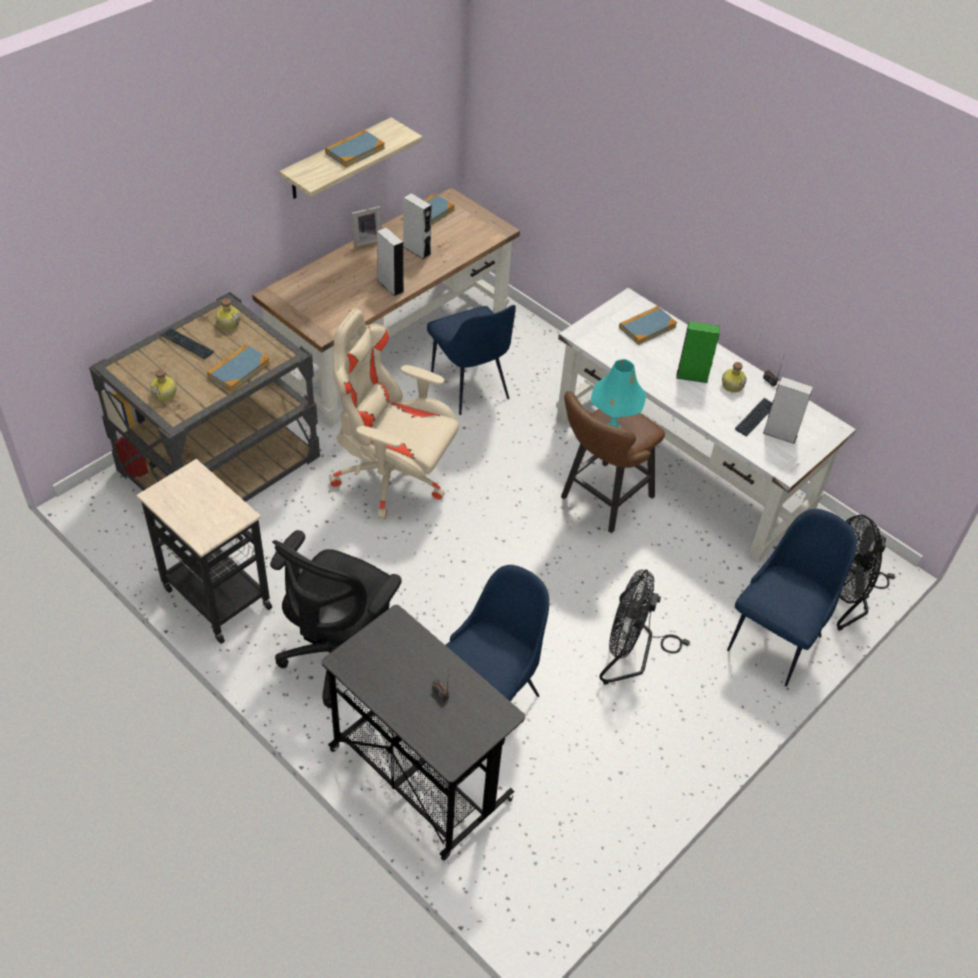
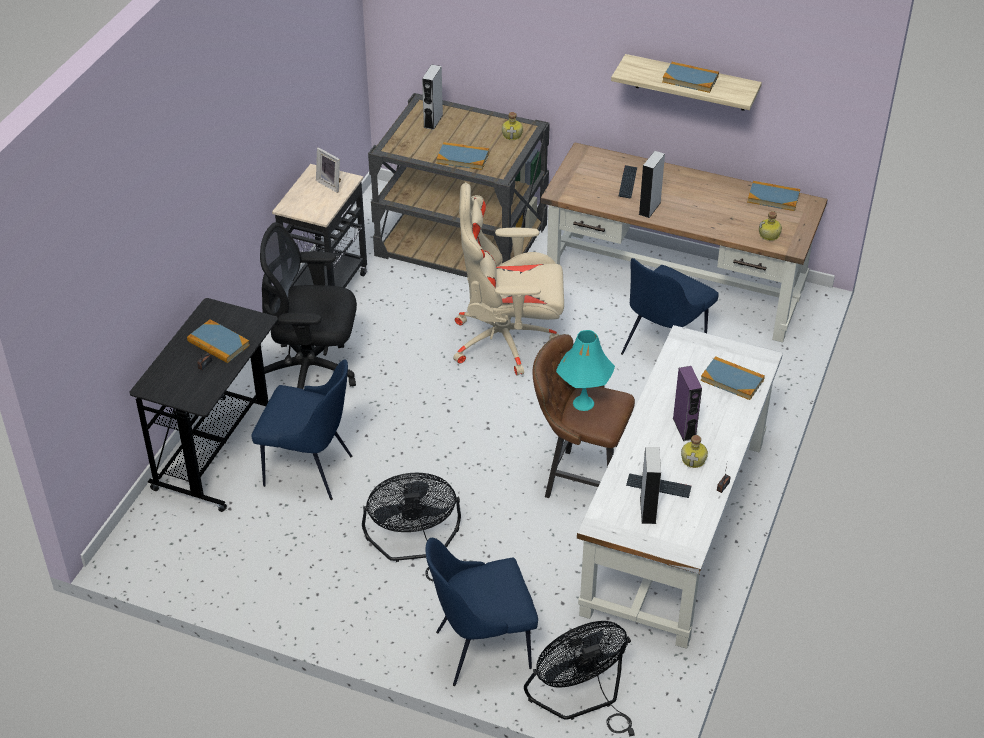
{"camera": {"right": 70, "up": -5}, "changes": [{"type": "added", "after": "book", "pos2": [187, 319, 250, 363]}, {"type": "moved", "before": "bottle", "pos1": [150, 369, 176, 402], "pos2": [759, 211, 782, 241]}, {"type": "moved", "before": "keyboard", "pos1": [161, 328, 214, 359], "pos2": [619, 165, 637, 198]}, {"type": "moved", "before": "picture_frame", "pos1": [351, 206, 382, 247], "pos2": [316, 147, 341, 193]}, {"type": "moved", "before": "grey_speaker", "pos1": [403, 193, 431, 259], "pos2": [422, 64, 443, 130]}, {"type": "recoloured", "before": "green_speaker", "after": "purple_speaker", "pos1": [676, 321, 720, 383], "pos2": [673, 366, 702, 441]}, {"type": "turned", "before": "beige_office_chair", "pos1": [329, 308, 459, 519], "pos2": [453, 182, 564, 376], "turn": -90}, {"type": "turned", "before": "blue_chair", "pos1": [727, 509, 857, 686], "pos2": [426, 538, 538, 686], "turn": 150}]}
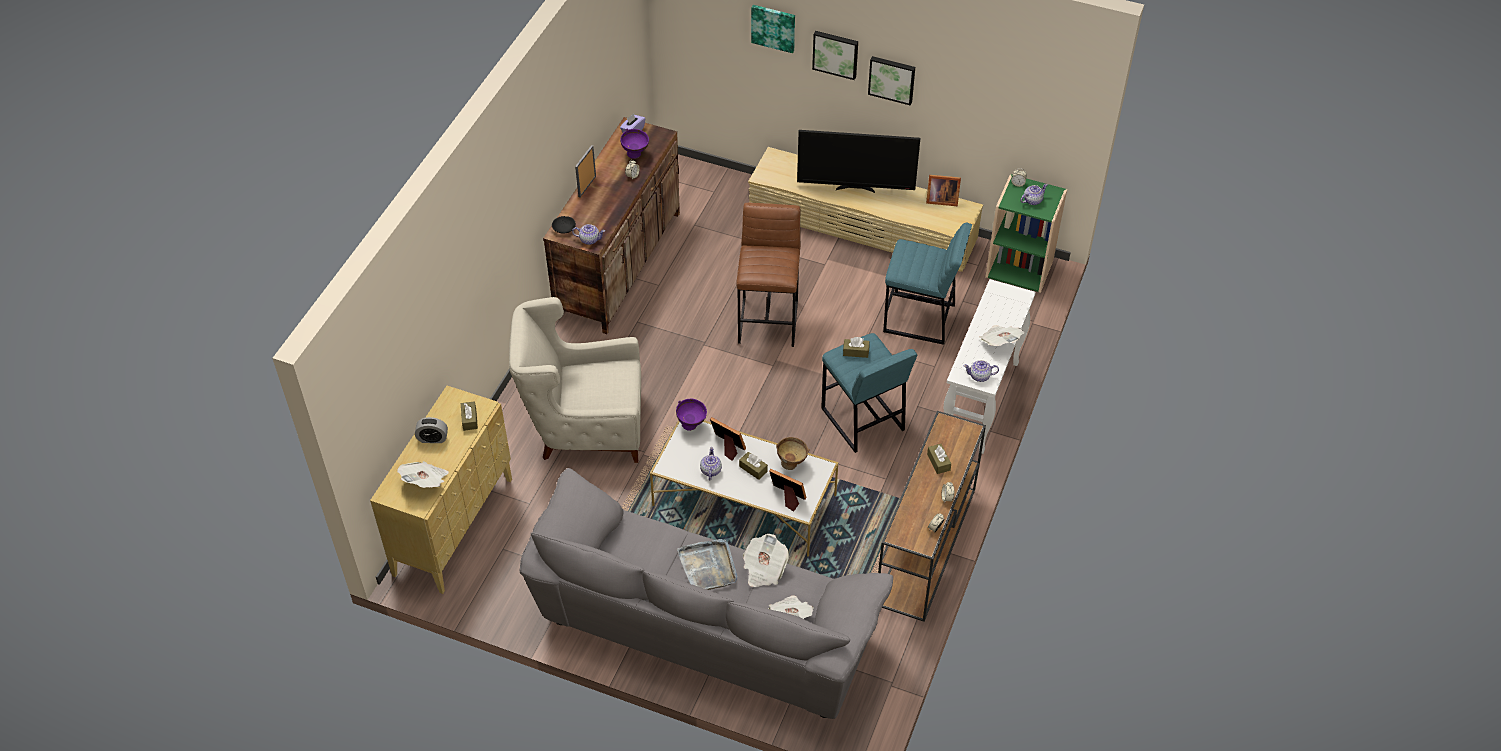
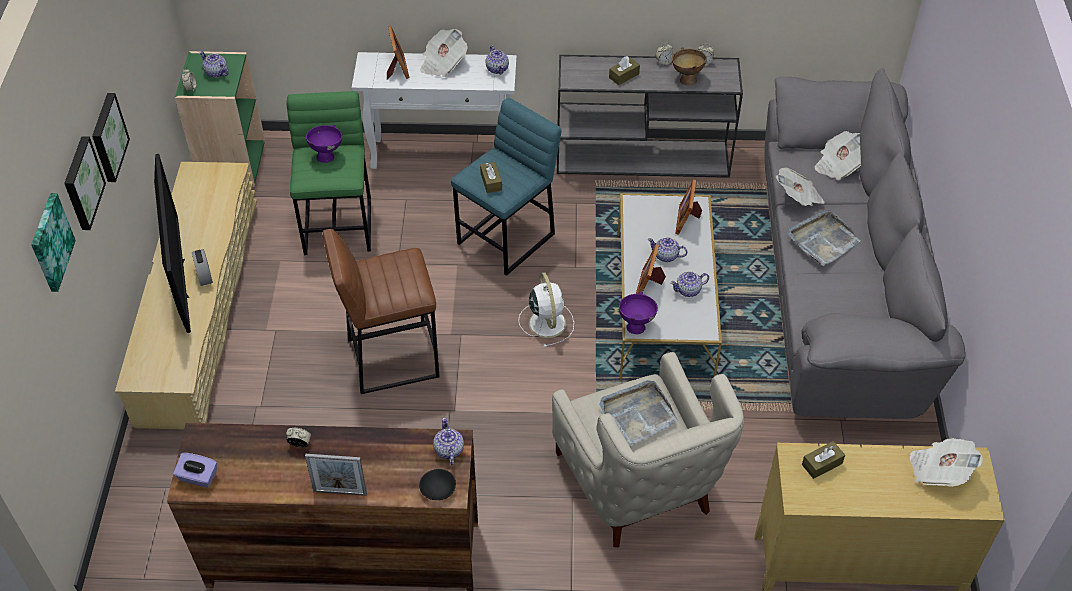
{"camera": {"right": -110, "up": 0}, "changes": [{"type": "added", "after": "white_fan", "pos2": [518, 272, 574, 347]}, {"type": "added", "after": "grey_tray", "pos2": [599, 380, 678, 445]}, {"type": "moved", "before": "alarm_clock", "pos1": [415, 417, 448, 443], "pos2": [192, 249, 213, 286]}, {"type": "moved", "before": "purple_bowl", "pos1": [620, 128, 649, 159], "pos2": [306, 124, 342, 163]}, {"type": "moved", "before": "brown_bowl", "pos1": [776, 437, 810, 470], "pos2": [672, 47, 707, 85]}, {"type": "moved", "before": "picture_frame", "pos1": [926, 175, 961, 206], "pos2": [387, 26, 409, 80]}, {"type": "replaced", "before": "brown_tissue_box", "after": "teapot", "pos1": [739, 452, 768, 480], "pos2": [648, 237, 688, 262]}, {"type": "recoloured", "before": "brown_console_table", "after": "grey_console_table", "pos1": [878, 411, 986, 622], "pos2": [557, 55, 743, 178]}, {"type": "recoloured", "before": "blue_stool", "after": "green_stool", "pos1": [883, 223, 972, 345], "pos2": [286, 91, 371, 255]}]}
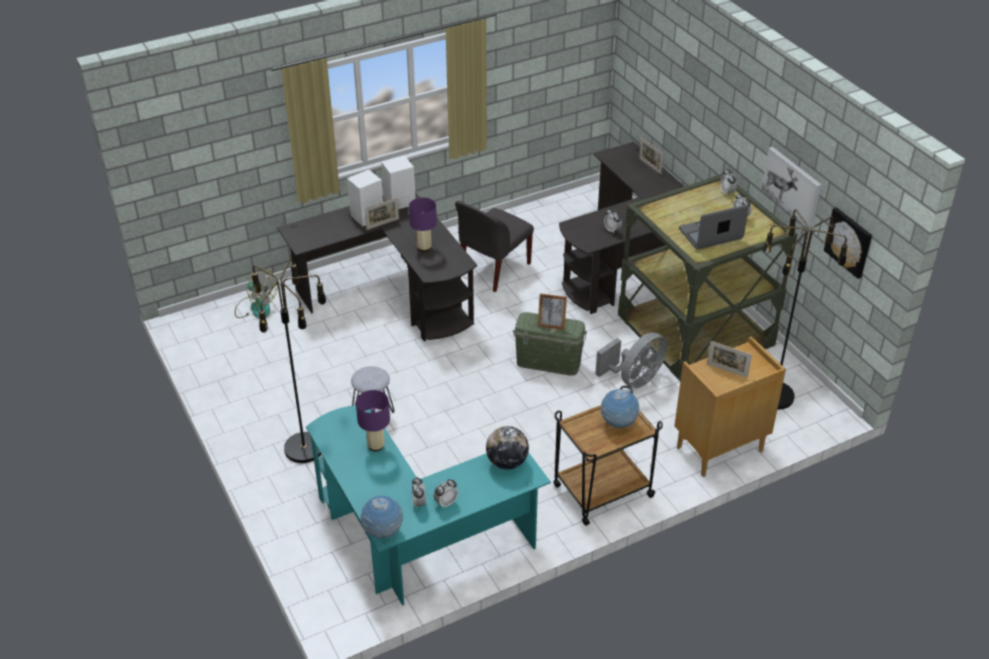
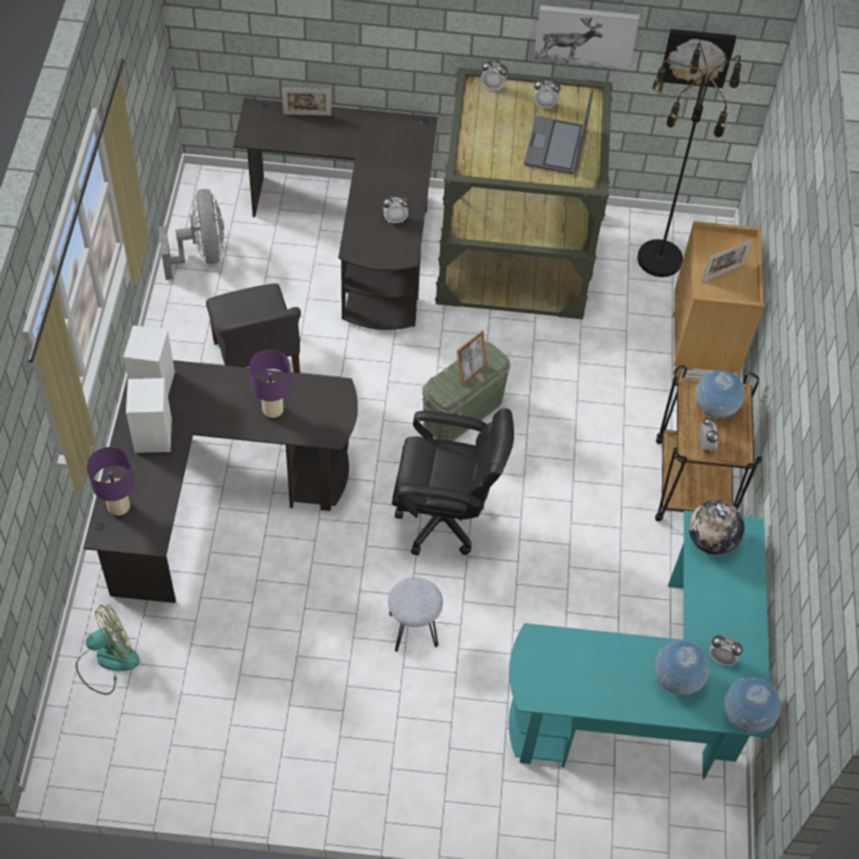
{"camera": {"right": -60, "up": 15}, "changes": [{"type": "removed", "before": "floor_lamp", "pos1": [252, 258, 326, 463]}, {"type": "removed", "before": "picture_frame", "pos1": [365, 197, 399, 230]}, {"type": "added", "after": "black_office_chair", "pos2": [392, 408, 514, 555]}, {"type": "added", "after": "globe", "pos2": [655, 640, 710, 695]}, {"type": "moved", "before": "purple_table_lamp", "pos1": [356, 390, 390, 452], "pos2": [87, 447, 134, 517]}, {"type": "moved", "before": "alarm_clock", "pos1": [434, 479, 458, 508], "pos2": [699, 416, 719, 451]}, {"type": "moved", "before": "grey_fan", "pos1": [595, 332, 667, 388], "pos2": [158, 189, 224, 280]}]}
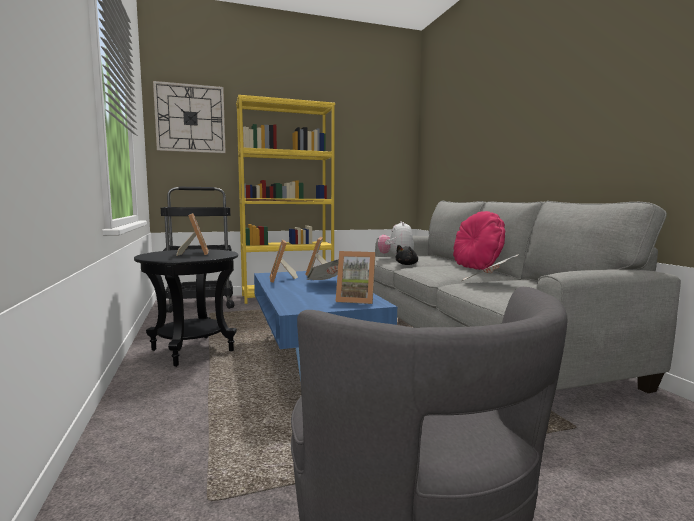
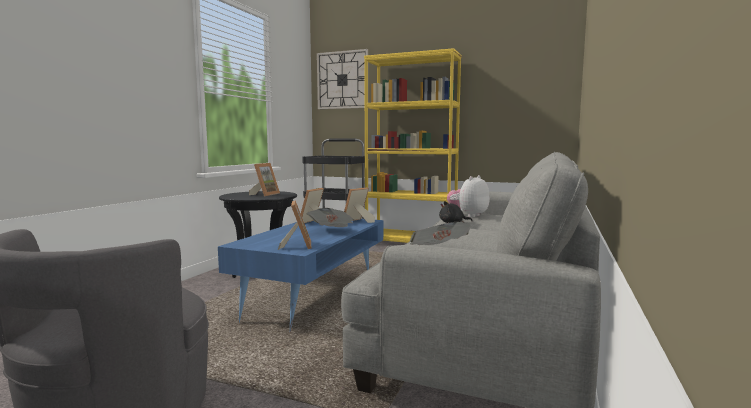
{"camera": {"right": 40, "up": 0}, "changes": [{"type": "removed", "before": "pink_pillow", "pos1": [453, 211, 505, 270]}, {"type": "turned", "before": "picture_frame", "pos1": [336, 251, 376, 304], "pos2": [278, 200, 311, 250], "turn": -150}]}
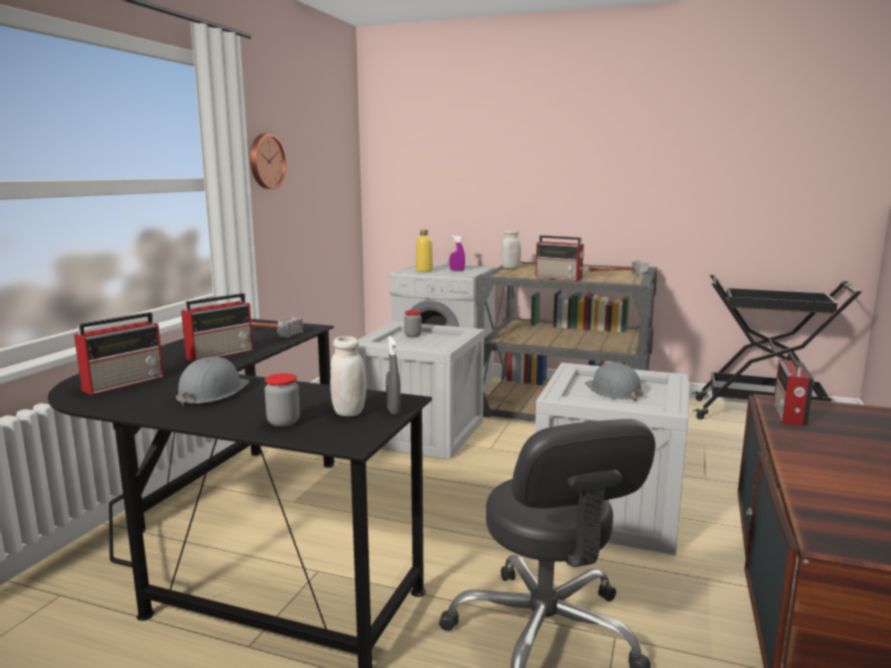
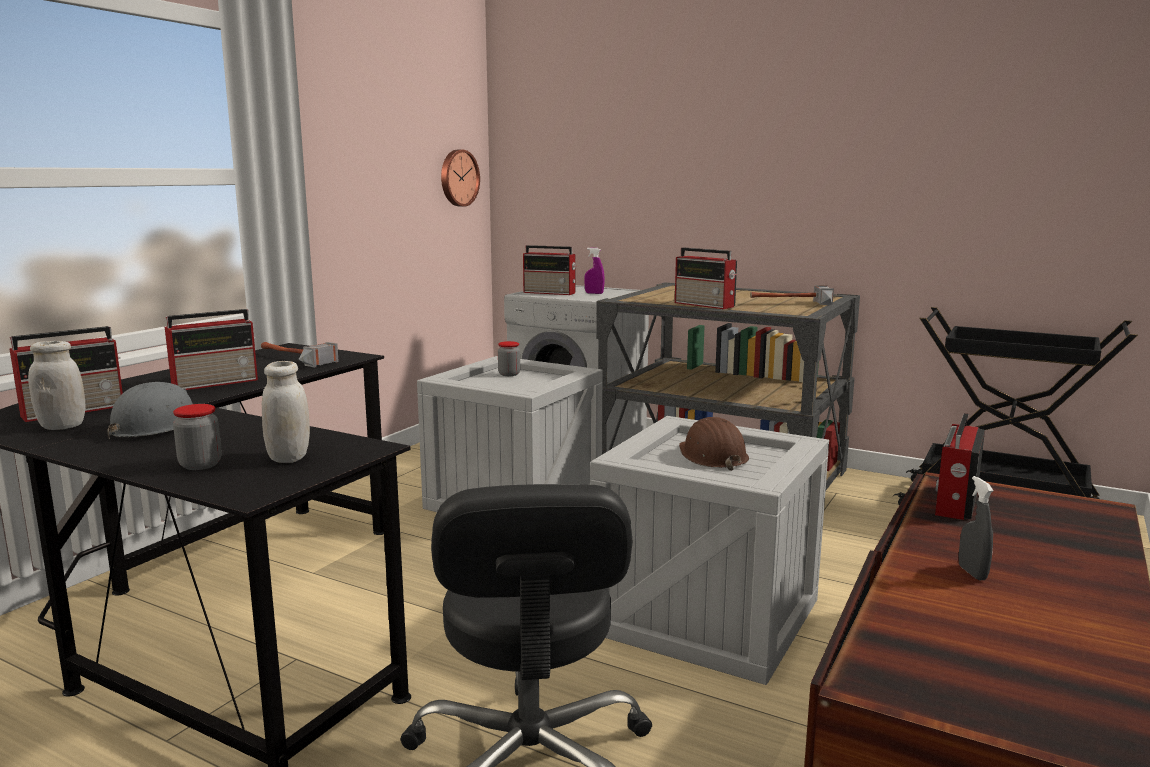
{"camera": {"right": 10, "up": 0}, "changes": [{"type": "moved", "before": "wall_clock", "pos1": [250, 134, 287, 189], "pos2": [441, 150, 480, 207]}, {"type": "moved", "before": "grey_spray_bottle", "pos1": [386, 336, 401, 415], "pos2": [959, 476, 994, 580]}, {"type": "moved", "before": "white_jar", "pos1": [501, 230, 521, 268], "pos2": [28, 341, 85, 430]}, {"type": "replaced", "before": "yellow_bottle", "after": "radio", "pos1": [416, 230, 433, 272], "pos2": [523, 245, 576, 295]}, {"type": "recoloured", "before": "grey_hard_hat", "after": "brown_hard_hat", "pos1": [585, 362, 643, 401], "pos2": [679, 417, 749, 471]}]}
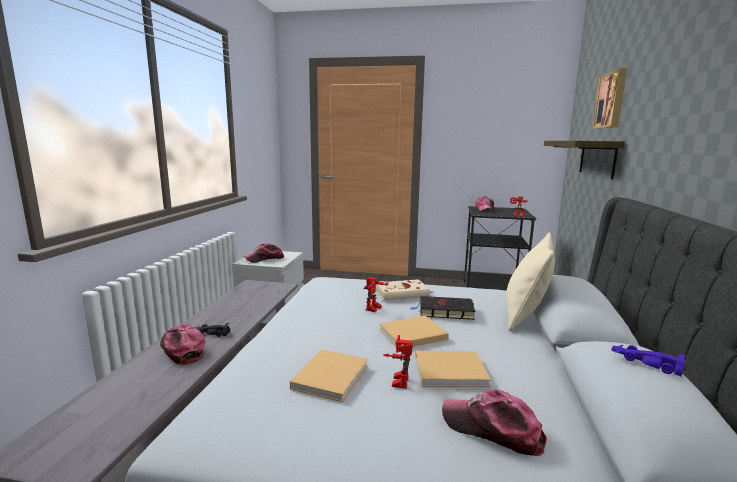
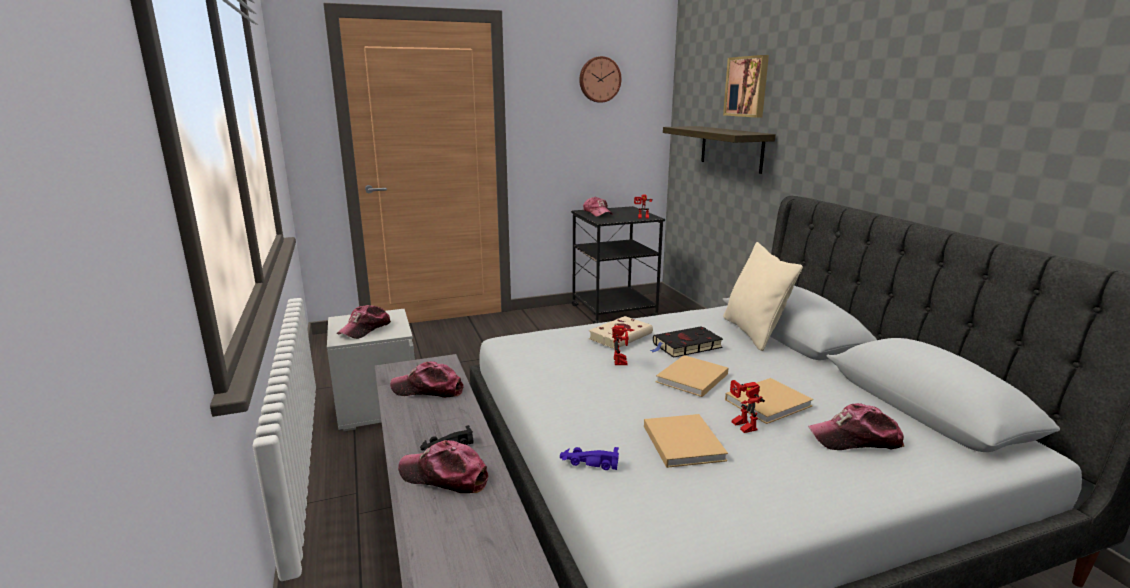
{"camera": {"right": -30, "up": 5}, "changes": [{"type": "added", "after": "cap", "pos2": [390, 362, 464, 398]}, {"type": "added", "after": "wall_clock", "pos2": [579, 56, 622, 103]}, {"type": "moved", "before": "purple_toy_car", "pos1": [611, 345, 686, 376], "pos2": [560, 447, 619, 470]}]}
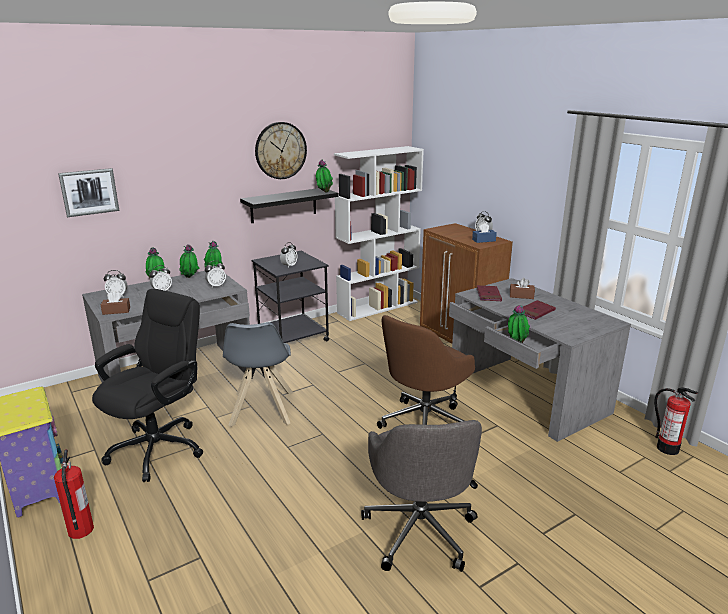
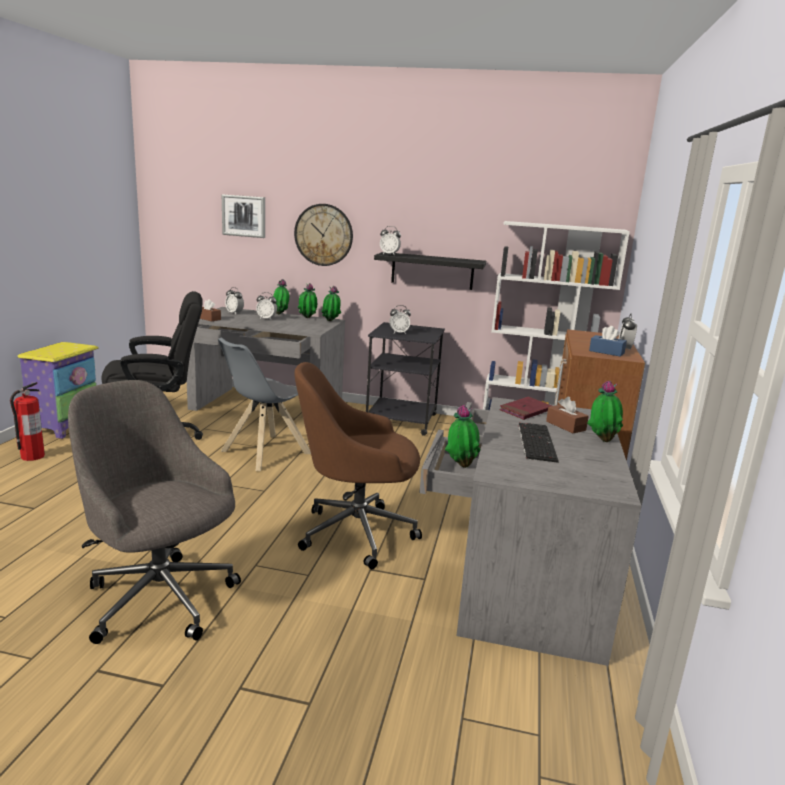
{"camera": {"right": 45, "up": -5}, "changes": [{"type": "removed", "before": "fire_extinguisher", "pos1": [654, 387, 698, 455]}, {"type": "moved", "before": "alarm_clock", "pos1": [205, 261, 226, 288], "pos2": [380, 226, 401, 255]}, {"type": "moved", "before": "wall_clock", "pos1": [255, 122, 307, 179], "pos2": [294, 204, 353, 266]}, {"type": "moved", "before": "potted_plant", "pos1": [316, 160, 333, 193], "pos2": [587, 381, 623, 442]}, {"type": "replaced", "before": "red_book", "after": "keyboard", "pos1": [523, 300, 556, 320], "pos2": [518, 423, 559, 463]}, {"type": "turned", "before": "grey_office_chair", "pos1": [361, 420, 482, 572], "pos2": [68, 380, 241, 644], "turn": 90}]}
